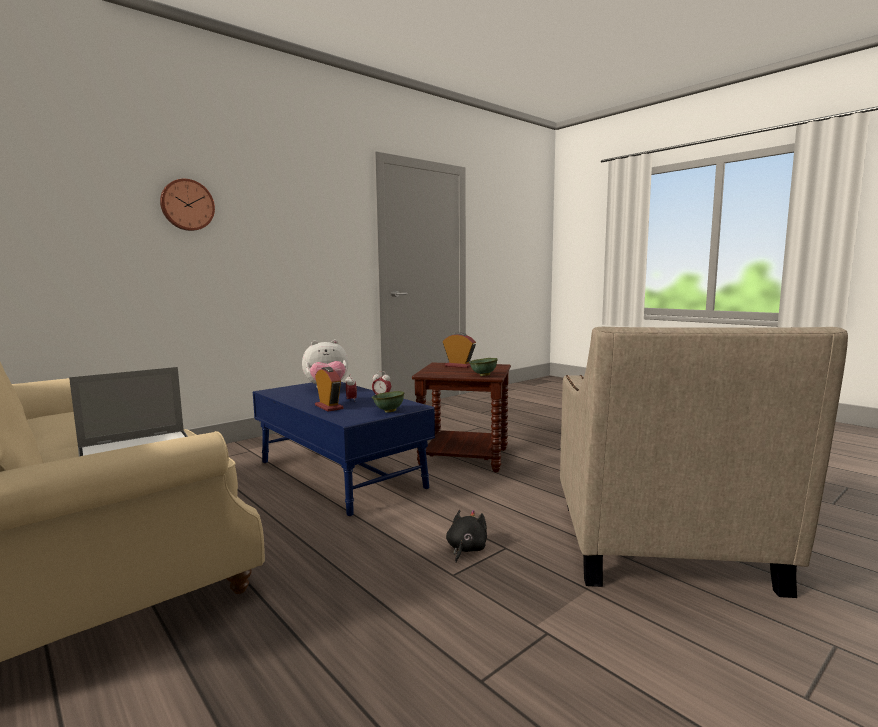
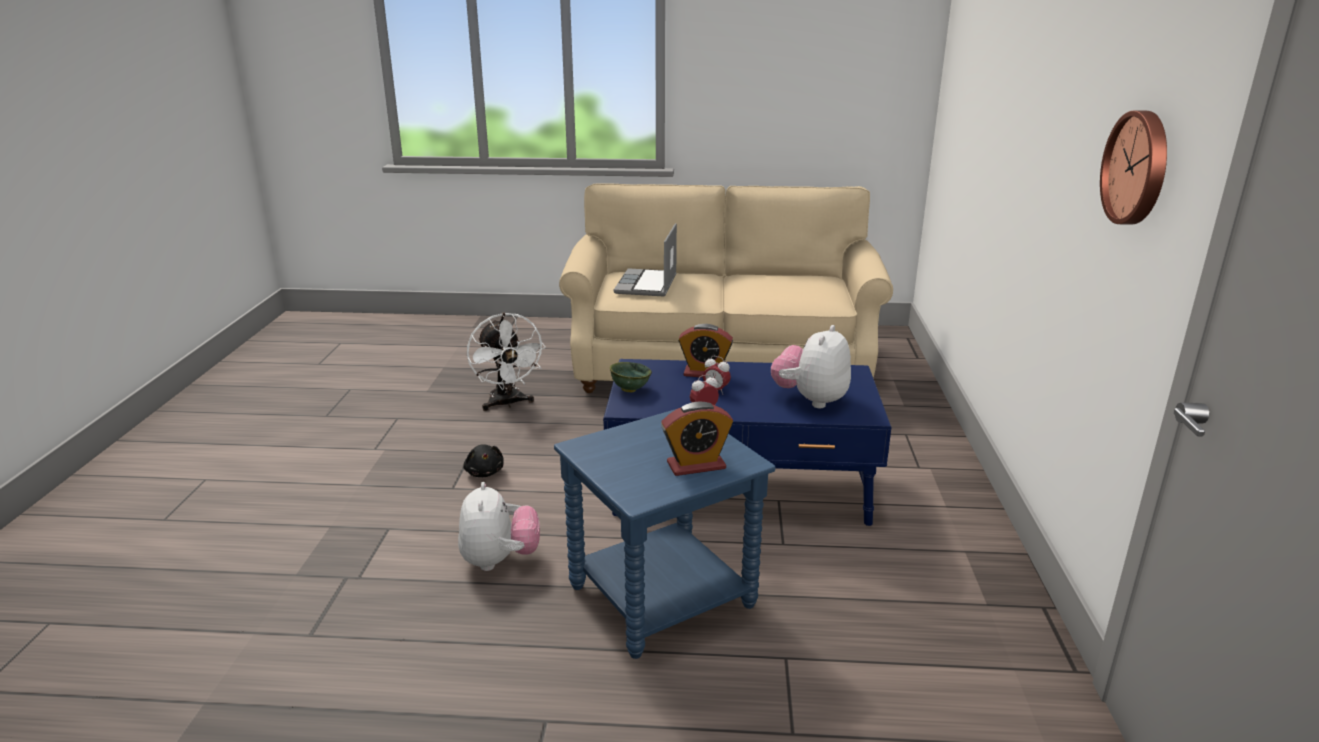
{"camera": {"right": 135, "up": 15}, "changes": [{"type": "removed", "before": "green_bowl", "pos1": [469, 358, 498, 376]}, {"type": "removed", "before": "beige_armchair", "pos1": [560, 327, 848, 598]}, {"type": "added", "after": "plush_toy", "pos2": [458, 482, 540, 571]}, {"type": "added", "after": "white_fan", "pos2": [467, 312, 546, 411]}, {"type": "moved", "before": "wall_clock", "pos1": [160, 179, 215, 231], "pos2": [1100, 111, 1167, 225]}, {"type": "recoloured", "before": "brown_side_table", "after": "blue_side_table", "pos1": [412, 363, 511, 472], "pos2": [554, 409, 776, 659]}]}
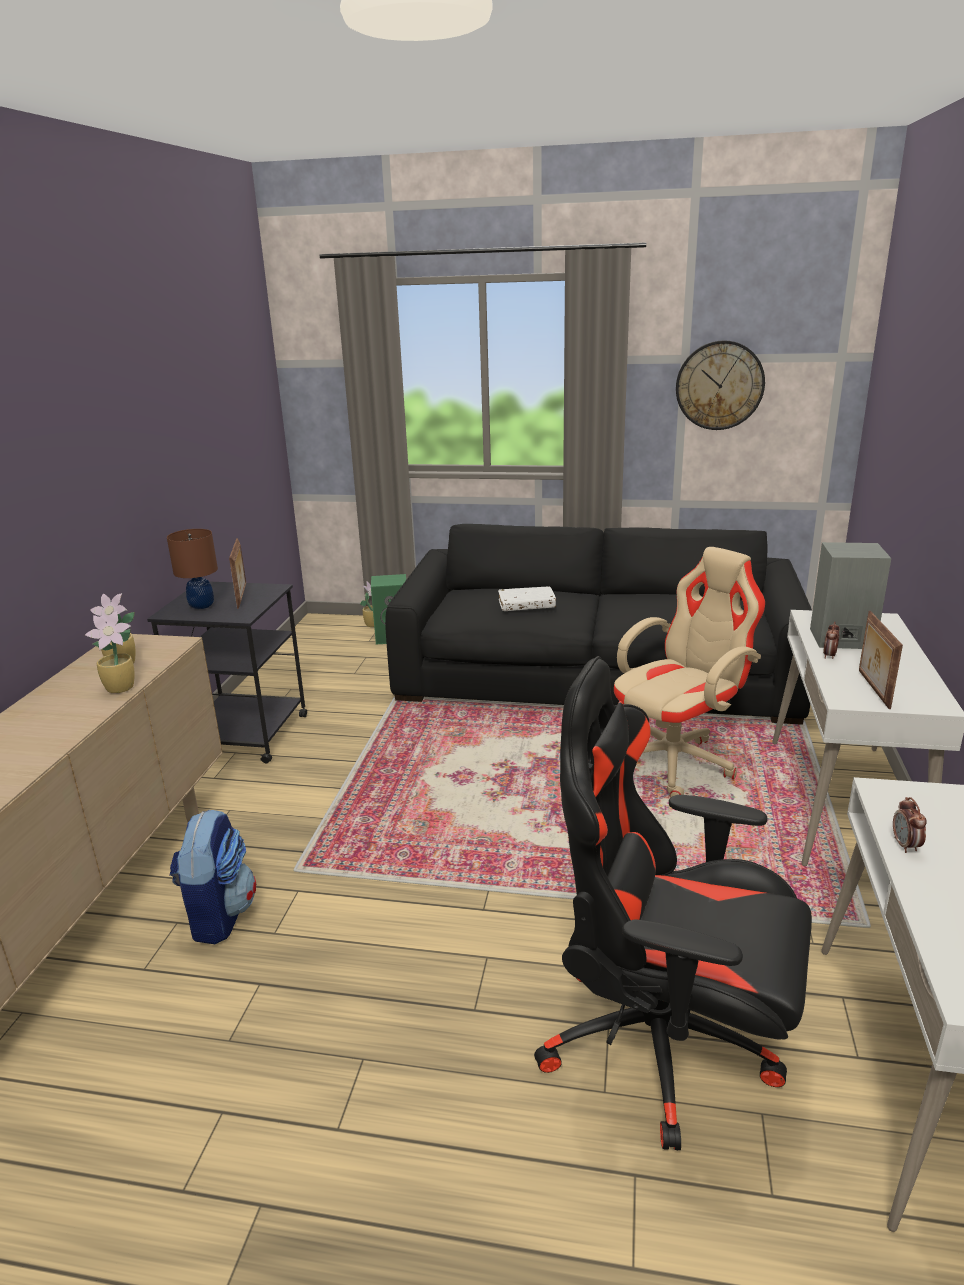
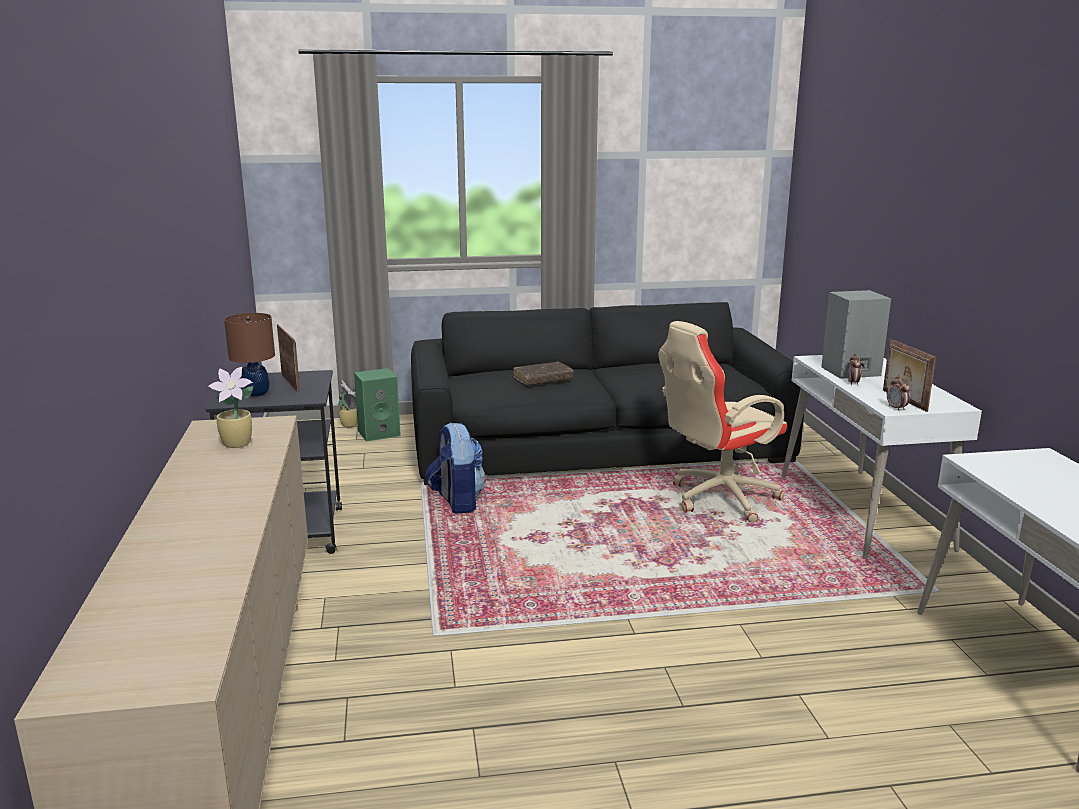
{"camera": {"right": -20, "up": -5}, "changes": [{"type": "removed", "before": "potted_plant", "pos1": [85, 611, 135, 693]}, {"type": "removed", "before": "black_office_chair", "pos1": [534, 656, 812, 1150]}, {"type": "removed", "before": "wall_clock", "pos1": [676, 340, 765, 430]}, {"type": "moved", "before": "backpack", "pos1": [170, 810, 256, 944], "pos2": [425, 422, 486, 513]}, {"type": "moved", "before": "alarm_clock", "pos1": [893, 797, 927, 853], "pos2": [887, 377, 910, 411]}, {"type": "recoloured", "before": "white_book", "after": "brown_book", "pos1": [498, 586, 556, 611], "pos2": [513, 362, 573, 386]}, {"type": "turned", "before": "beige_office_chair", "pos1": [614, 547, 765, 798], "pos2": [658, 321, 787, 523], "turn": -150}]}
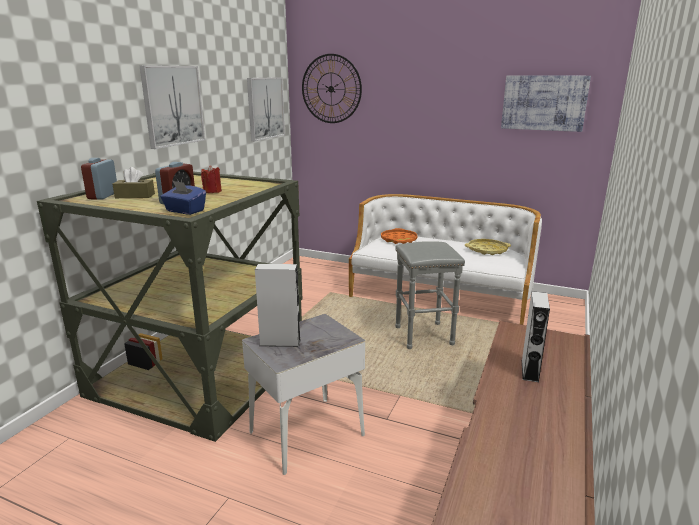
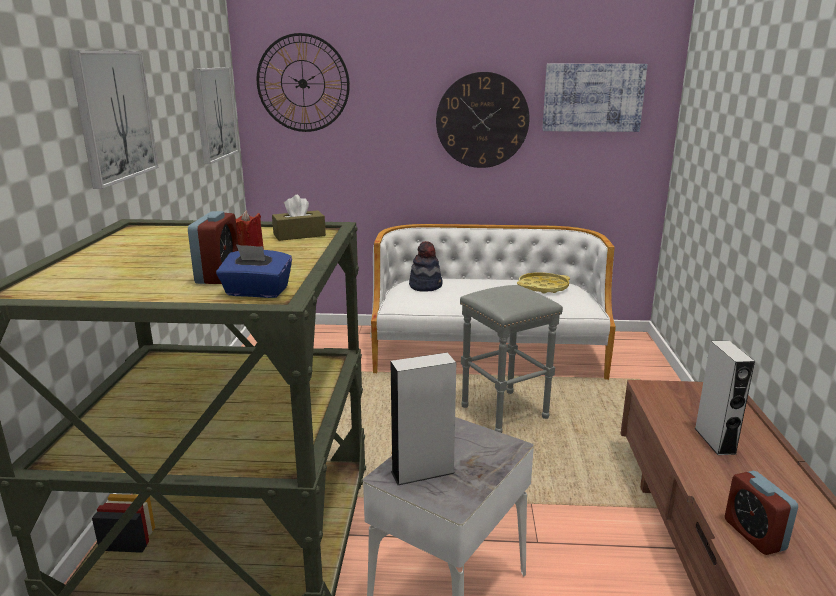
{"camera": {"right": -20, "up": 0}, "changes": [{"type": "added", "after": "wall_clock", "pos2": [436, 72, 530, 168]}, {"type": "moved", "before": "alarm_clock", "pos1": [81, 158, 117, 200], "pos2": [725, 471, 798, 555]}, {"type": "moved", "before": "brown_tissue_box", "pos1": [112, 167, 155, 198], "pos2": [272, 195, 326, 241]}, {"type": "replaced", "before": "orange_tray", "after": "hat", "pos1": [381, 228, 417, 244], "pos2": [409, 241, 443, 292]}]}
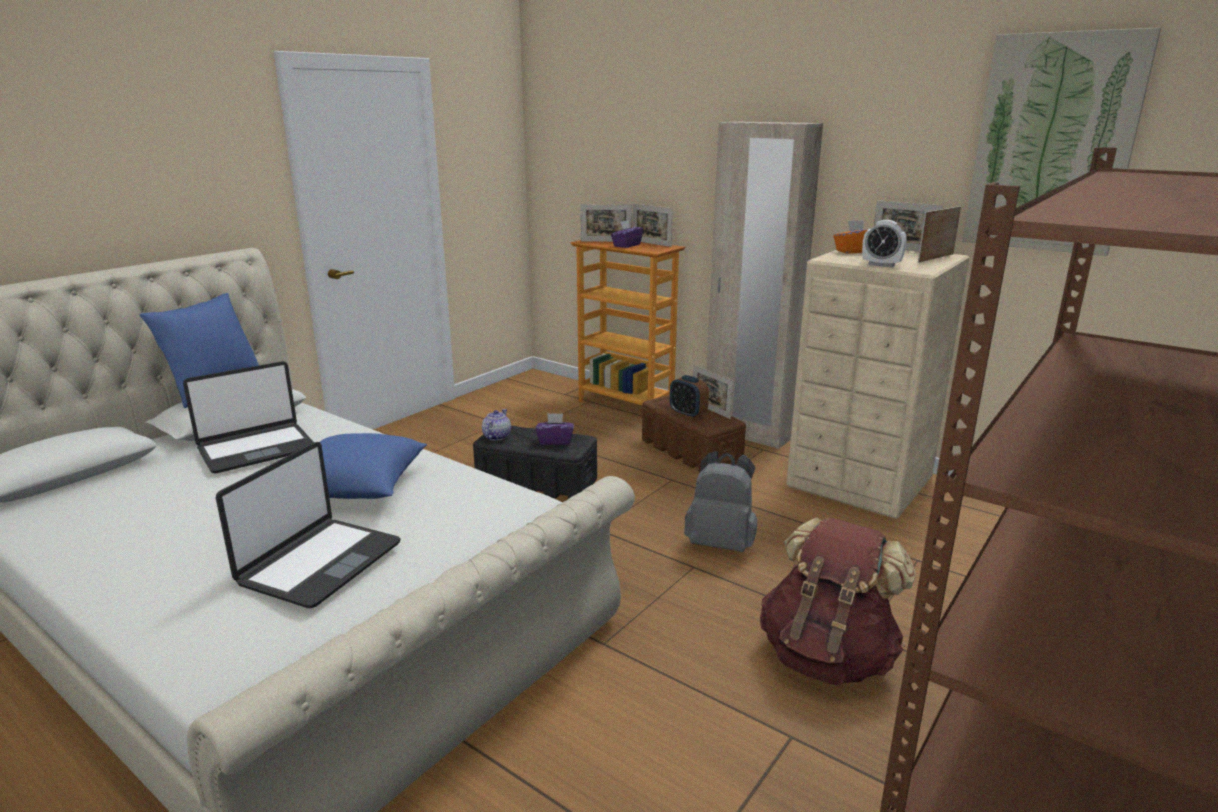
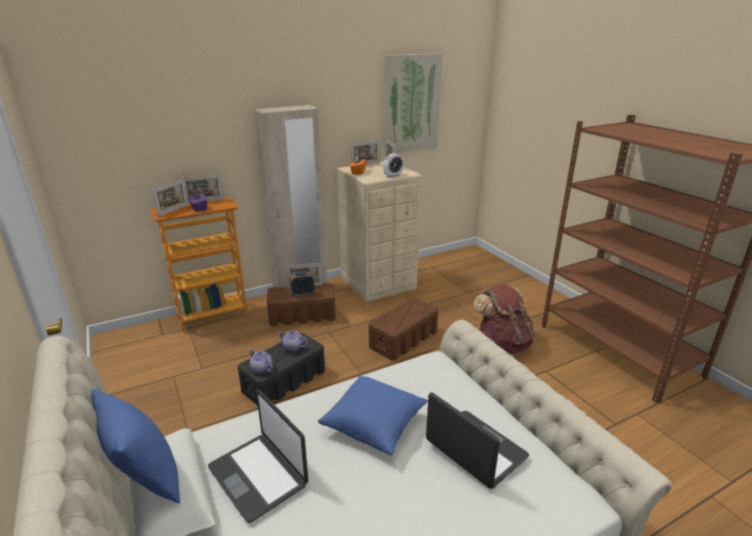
{"camera": {"right": -65, "up": 5}, "changes": [{"type": "replaced", "before": "purple_tissue_box", "after": "teapot", "pos1": [536, 413, 574, 445], "pos2": [278, 330, 308, 352]}, {"type": "replaced", "before": "grey_backpack", "after": "brown_storage_box", "pos1": [684, 451, 757, 552], "pos2": [369, 298, 438, 361]}, {"type": "turned", "before": "laptop", "pos1": [183, 361, 314, 473], "pos2": [208, 390, 308, 523], "turn": 150}]}
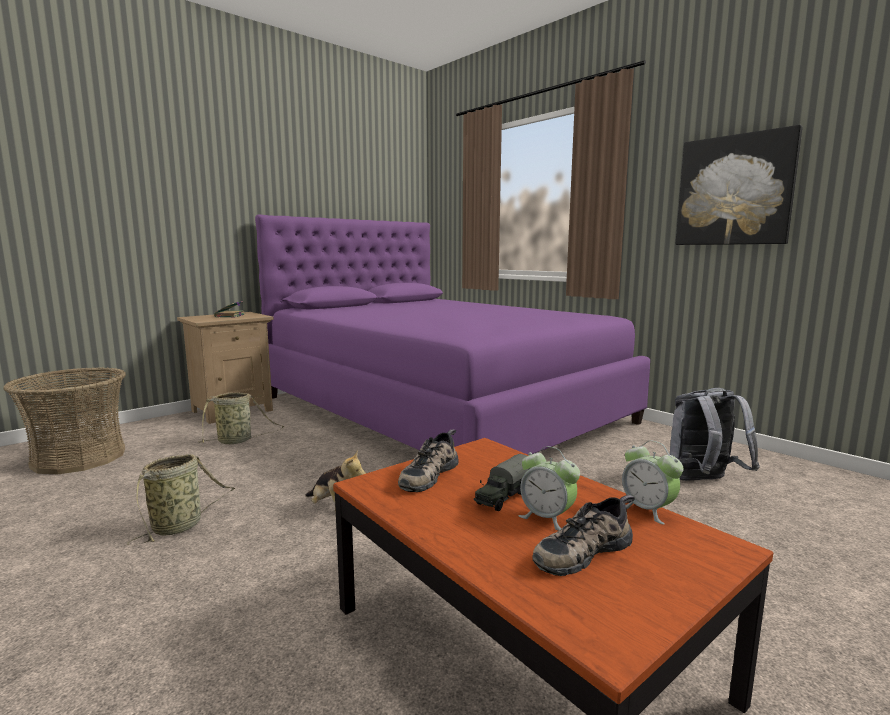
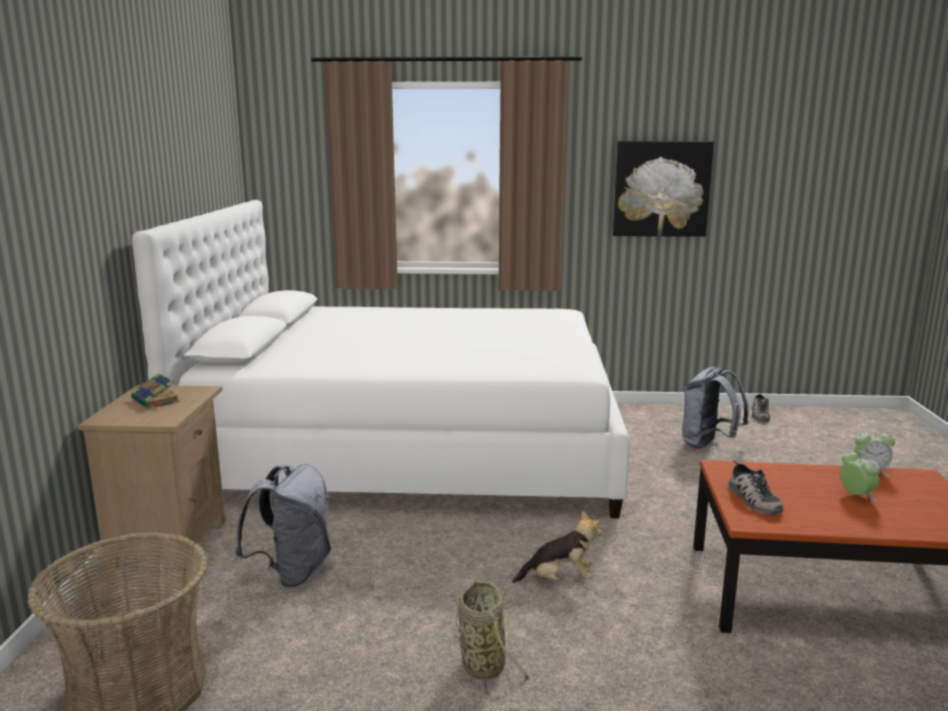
{"camera": {"right": -45, "up": 5}, "changes": [{"type": "removed", "before": "toy_truck", "pos1": [474, 454, 530, 511]}, {"type": "moved", "before": "shoe", "pos1": [533, 495, 635, 576], "pos2": [752, 393, 770, 422]}, {"type": "replaced", "before": "basket", "after": "grey_backpack", "pos1": [198, 392, 284, 444], "pos2": [235, 464, 331, 588]}, {"type": "recoloured", "before": "purple_bed", "after": "white_bed", "pos1": [255, 215, 650, 454], "pos2": [132, 200, 630, 518]}, {"type": "turned", "before": "alarm_clock", "pos1": [519, 446, 580, 531], "pos2": [840, 450, 880, 502], "turn": -105}]}
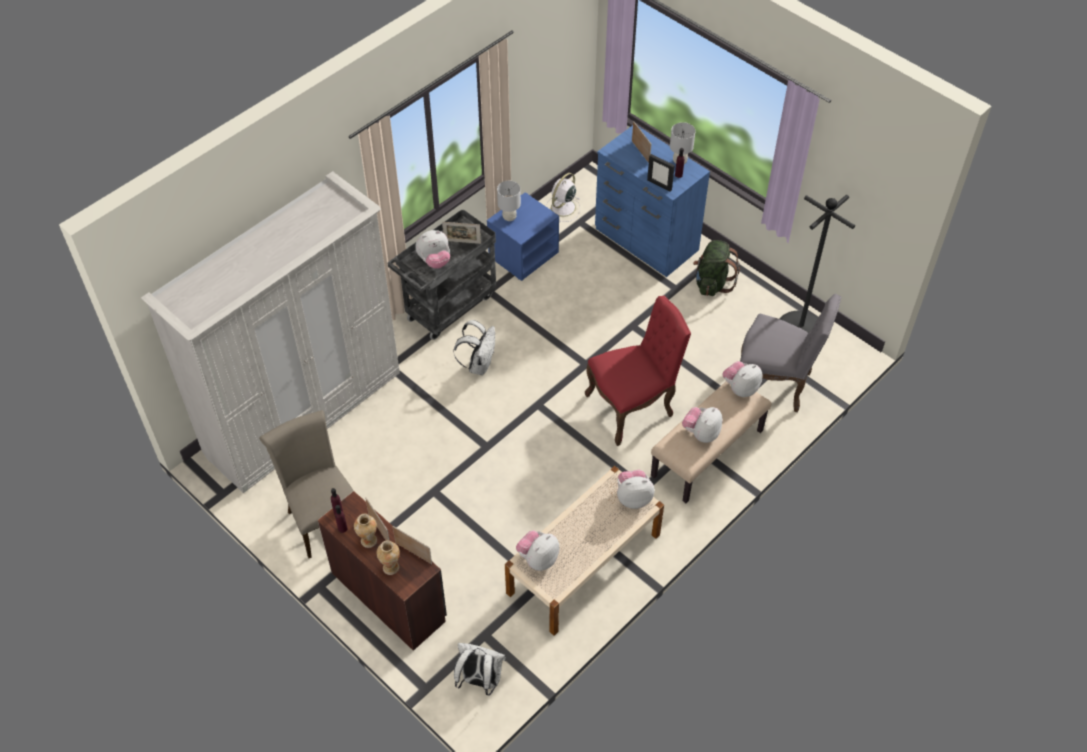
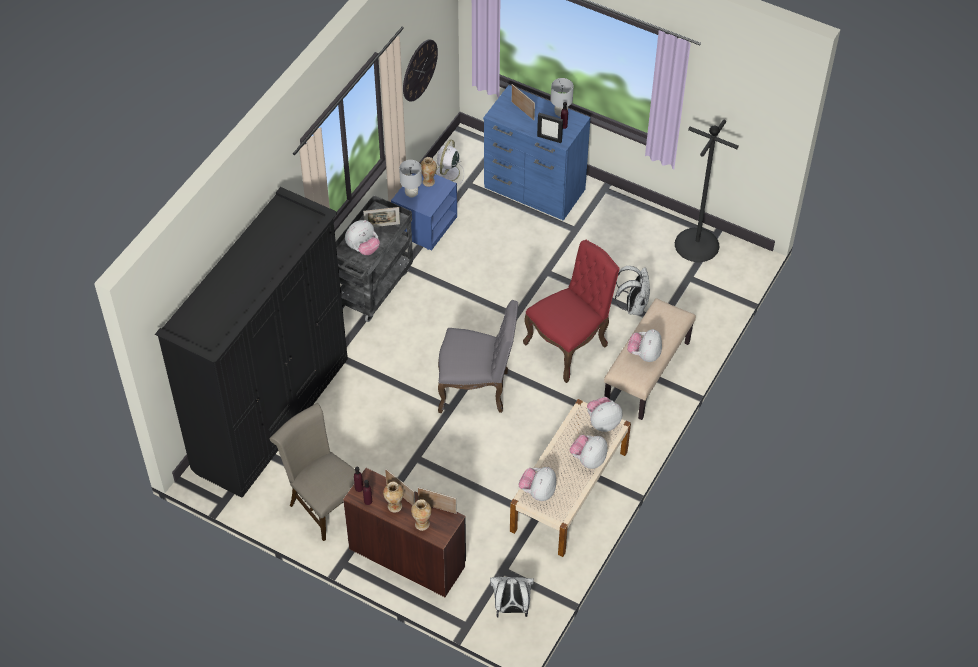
{"camera": {"right": -15, "up": 0}, "changes": [{"type": "removed", "before": "green_backpack", "pos1": [693, 240, 740, 296]}, {"type": "added", "after": "wall_clock", "pos2": [403, 39, 438, 102]}, {"type": "added", "after": "vase", "pos2": [421, 157, 437, 187]}, {"type": "moved", "before": "white_backpack", "pos1": [453, 320, 495, 375], "pos2": [615, 266, 650, 315]}, {"type": "moved", "before": "plush_toy", "pos1": [723, 361, 763, 397], "pos2": [570, 435, 608, 469]}, {"type": "moved", "before": "grey_chair", "pos1": [740, 294, 841, 412], "pos2": [438, 300, 518, 413]}, {"type": "recoloured", "before": "white_wardrobe", "after": "black_wardrobe", "pos1": [141, 171, 400, 493], "pos2": [155, 187, 348, 497]}]}
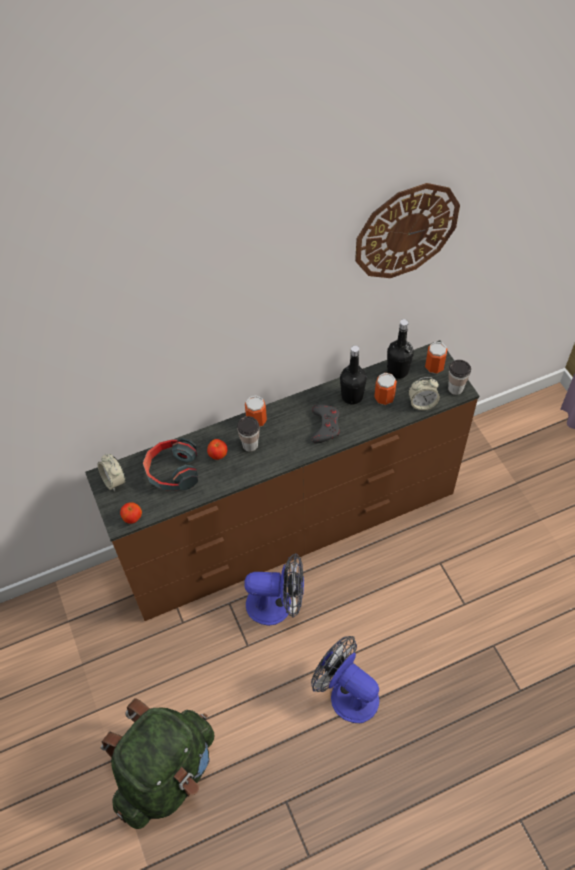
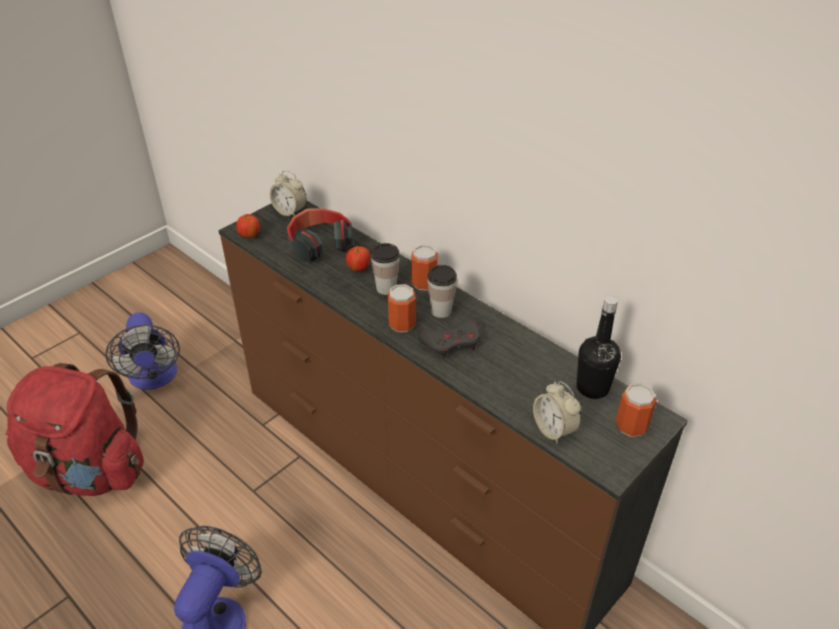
{"camera": {"right": 65, "up": -15}, "changes": [{"type": "removed", "before": "black_bottle", "pos1": [340, 345, 367, 405]}, {"type": "removed", "before": "wall_clock", "pos1": [355, 183, 460, 278]}, {"type": "moved", "before": "fan", "pos1": [244, 553, 304, 626], "pos2": [105, 312, 180, 390]}, {"type": "moved", "before": "can", "pos1": [374, 373, 397, 405], "pos2": [388, 284, 416, 332]}, {"type": "moved", "before": "cup", "pos1": [448, 360, 471, 395], "pos2": [428, 265, 457, 318]}, {"type": "recoloured", "before": "green_backpack", "after": "red_backpack", "pos1": [100, 698, 214, 829], "pos2": [6, 363, 144, 496]}, {"type": "turned", "before": "alarm_clock", "pos1": [98, 454, 126, 491], "pos2": [270, 171, 306, 216], "turn": -90}]}
